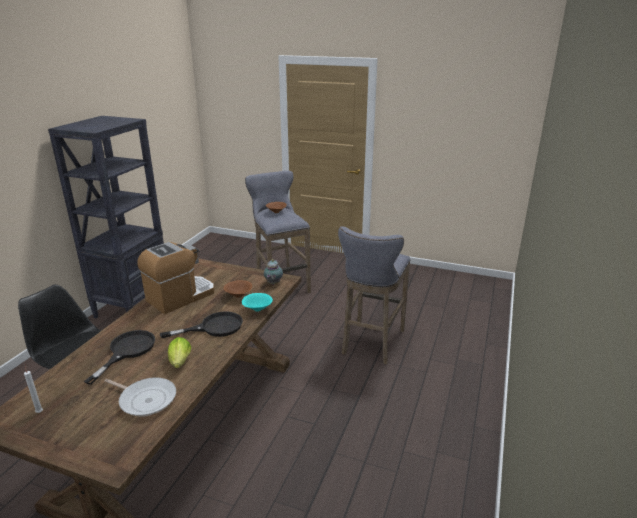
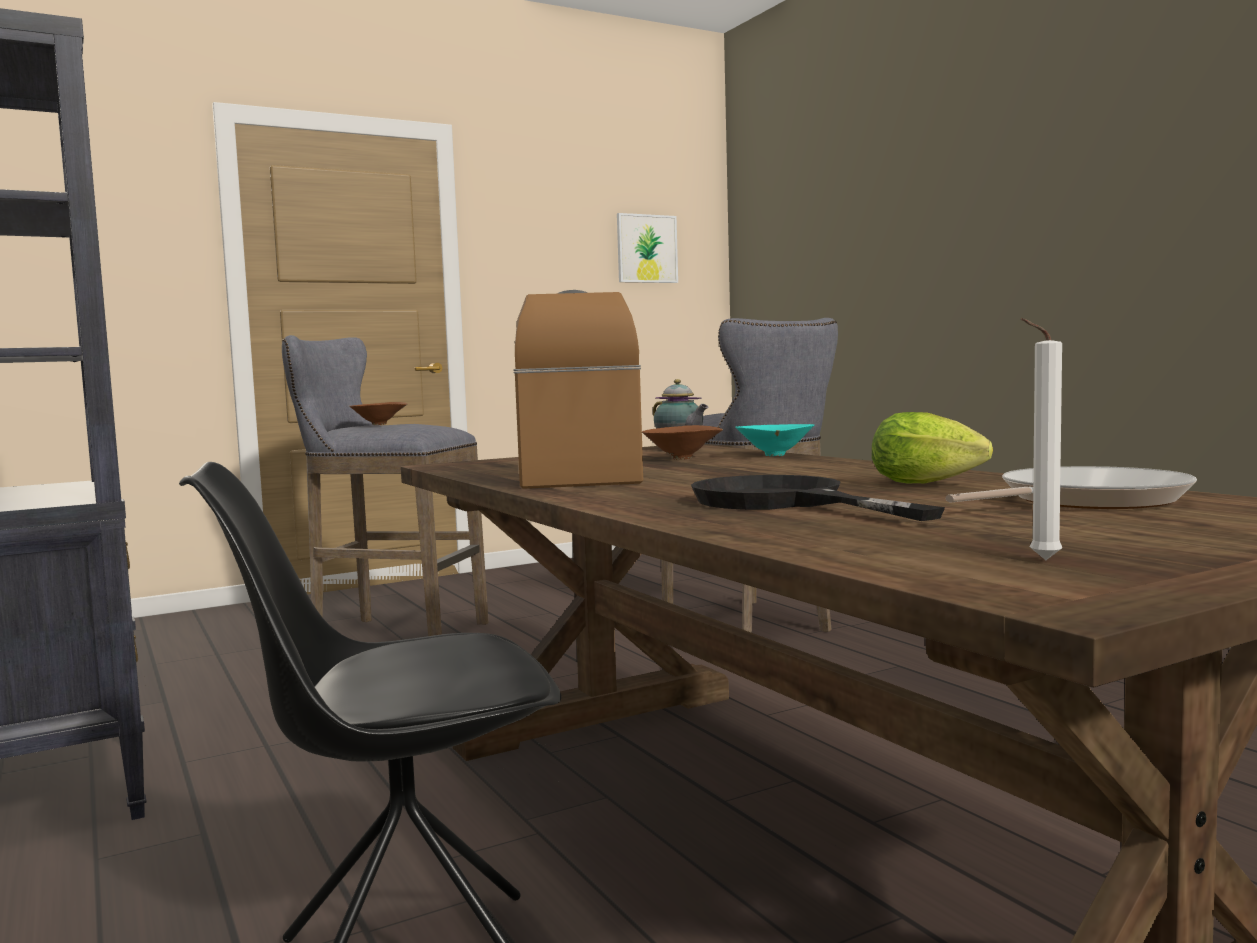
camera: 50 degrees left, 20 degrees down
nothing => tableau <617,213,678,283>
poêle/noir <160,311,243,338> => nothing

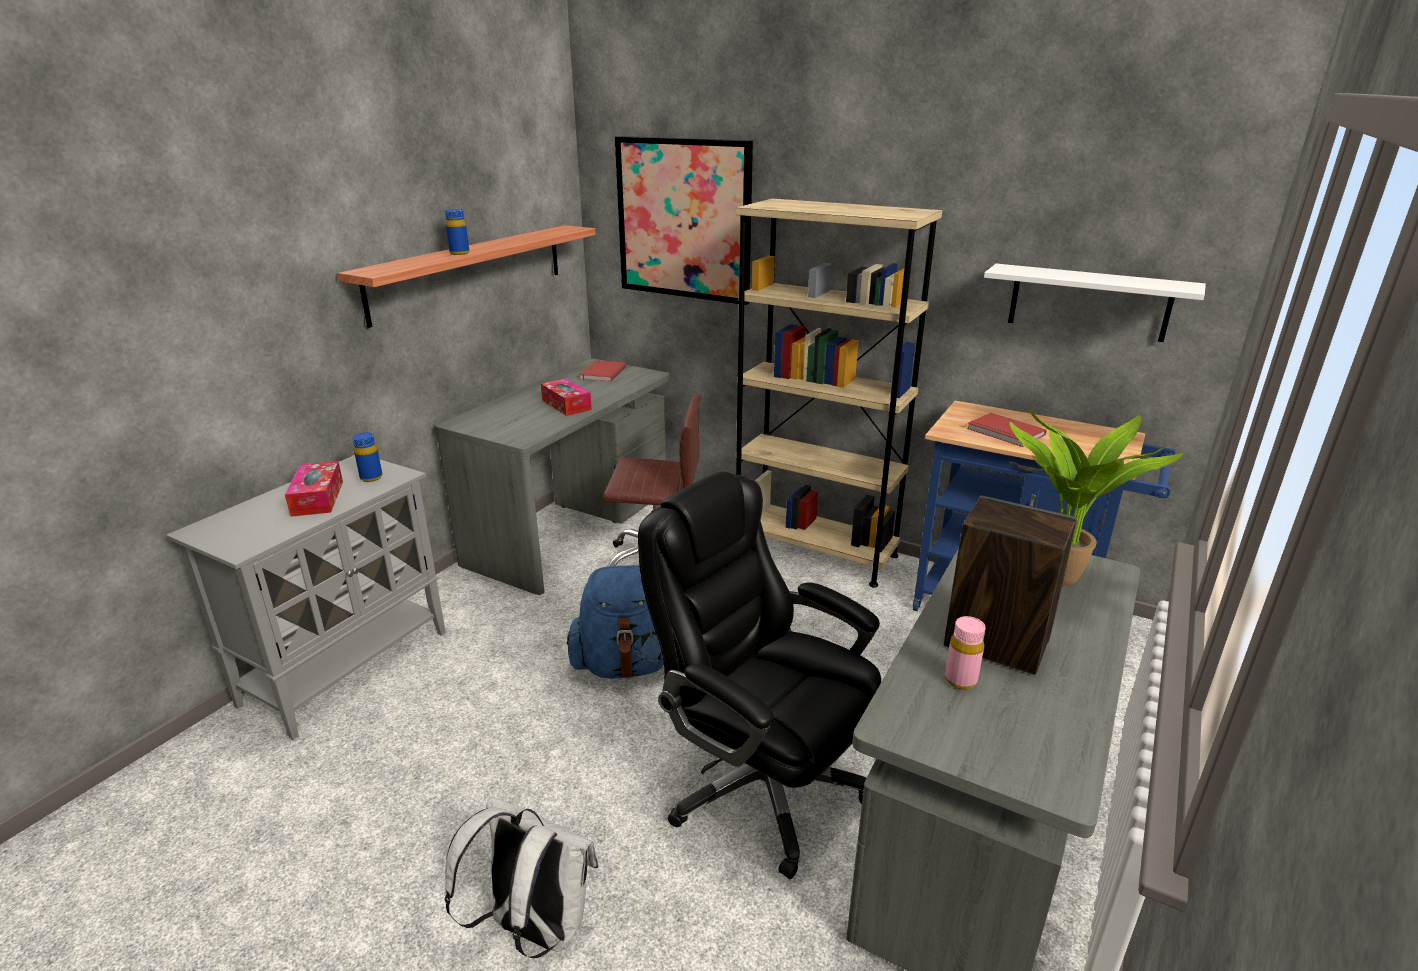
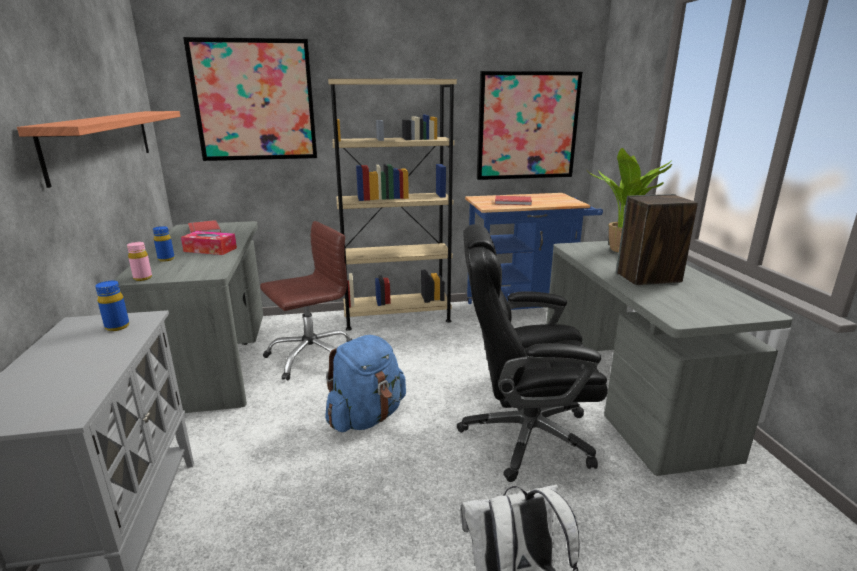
camera: 40 degrees left, 5 degrees down
bouteille/rose <945,616,986,690> => bouteille/rose <127,242,152,281>, move
bouteille/bleu <445,209,469,255> => bouteille/bleu <153,226,175,262>, move
étagère/blanc <984,264,1206,342> => tableau <477,71,583,180>
boîte à mouchoirs <285,461,343,517> => nothing

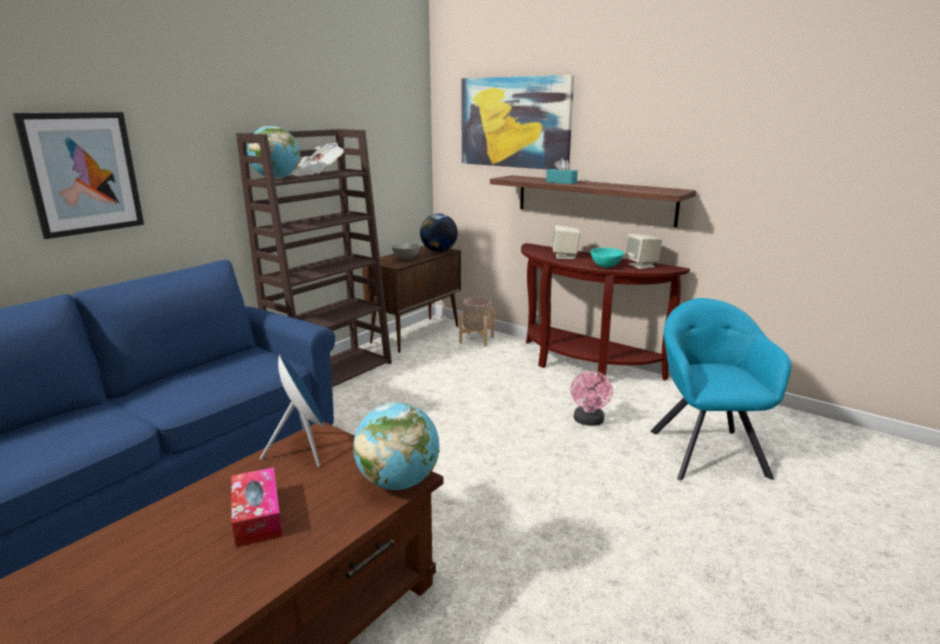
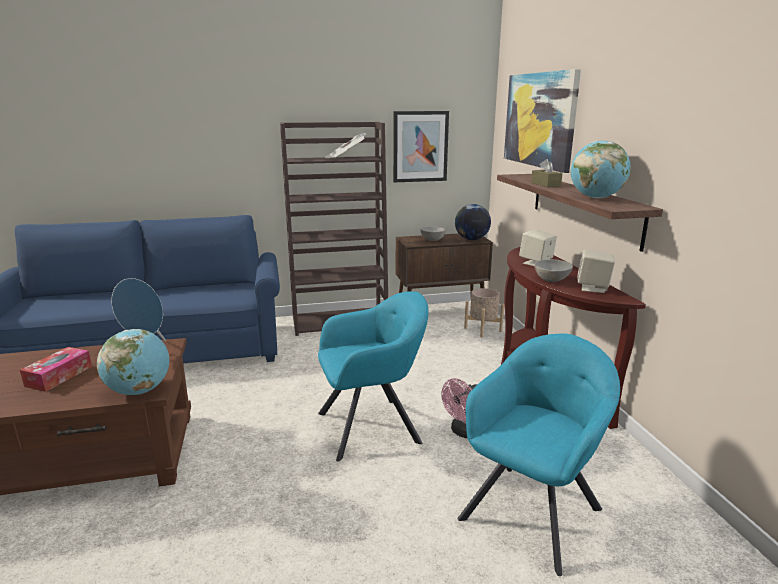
camera: 40 degrees right, 0 degrees up
nothing => fauteuil/turquoise <318,291,429,462>
tableau <13,112,144,239> => tableau <393,111,449,182>, move
boîte à mouchoirs/turquoise <546,158,578,184> => boîte à mouchoirs/marron <531,159,563,187>
bol/turquoise <591,248,624,268> => bol/gris <534,259,573,282>
globe <247,126,300,179> => globe <570,140,631,198>, move

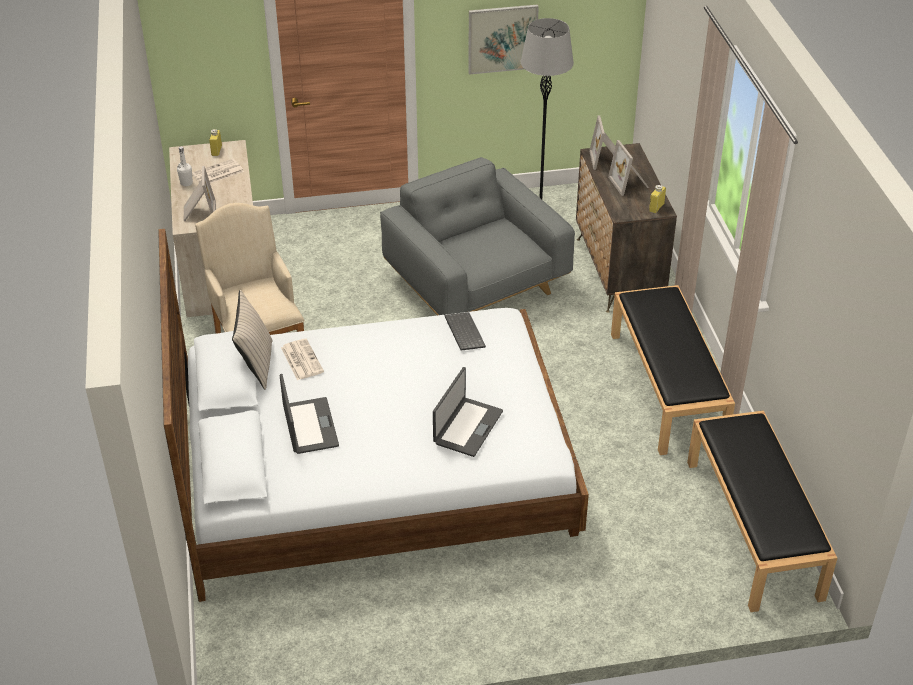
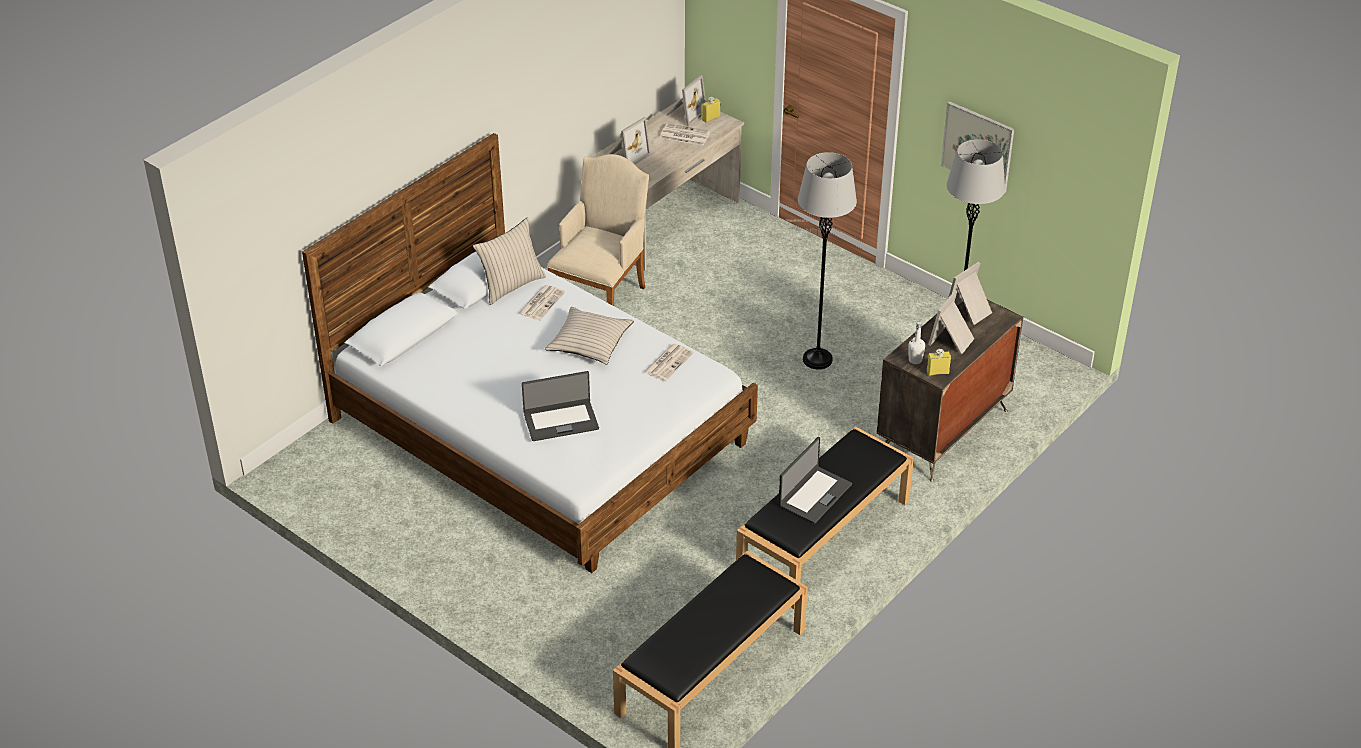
camera: 50 degrees right, 0 degrees up
nothing => coussin/beige <545,307,634,364>
clavier <445,312,486,350> => journal <643,344,694,381>
nothing => cadre photo <667,75,706,127>
ordinateur portable <280,374,339,454> => ordinateur portable <779,437,852,524>, move
fauteuil/gris <380,157,575,315> => lampadaire/gris <798,152,857,370>
bouteille/blanc <177,146,193,186> => bouteille/blanc <909,322,925,364>, move

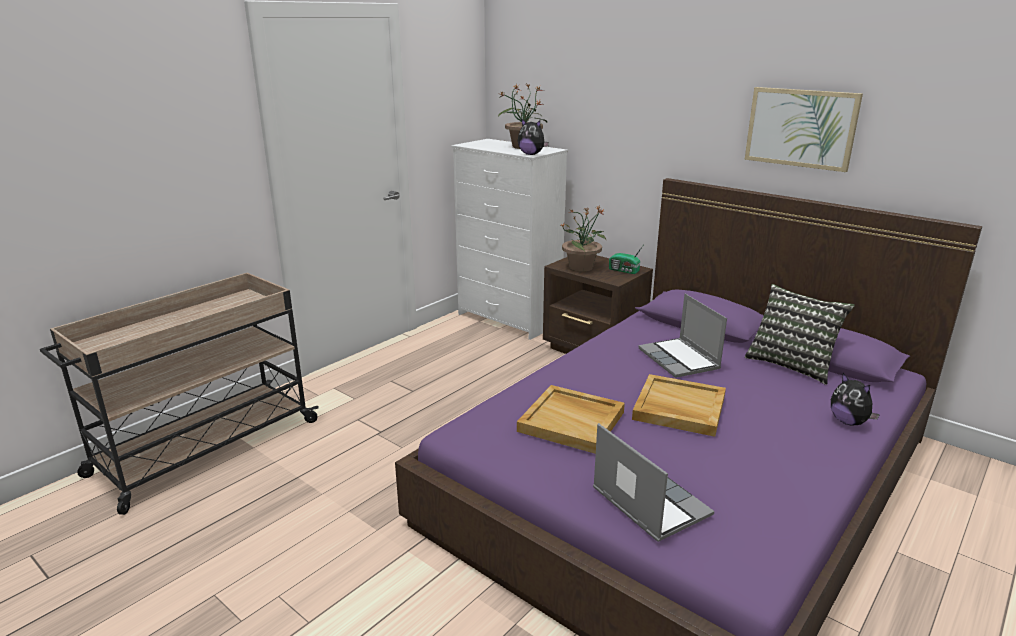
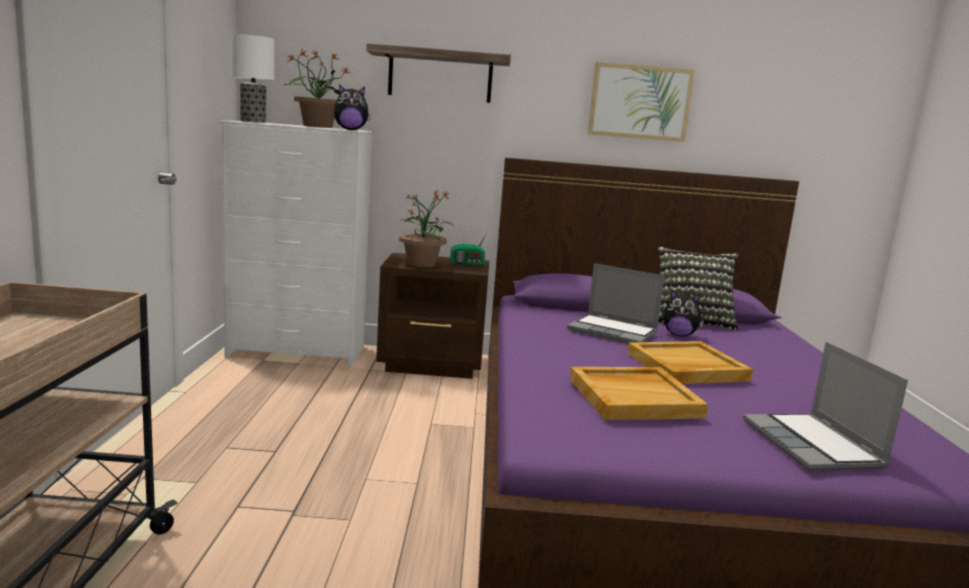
camera: 40 degrees left, 10 degrees down
nothing => lampe de table <231,34,275,123>
nothing => étagère <366,43,511,103>
peluche <831,373,880,425> => peluche <663,290,704,337>, move
ordinateur portable <593,423,714,542> => ordinateur portable <743,342,908,471>, 120 degrees counterclockwise

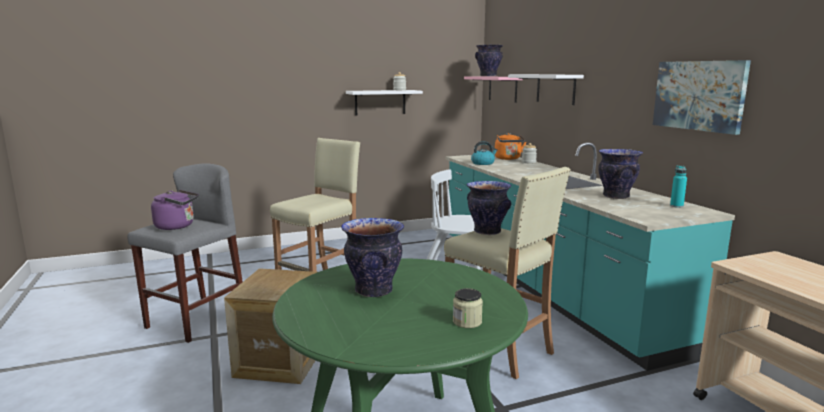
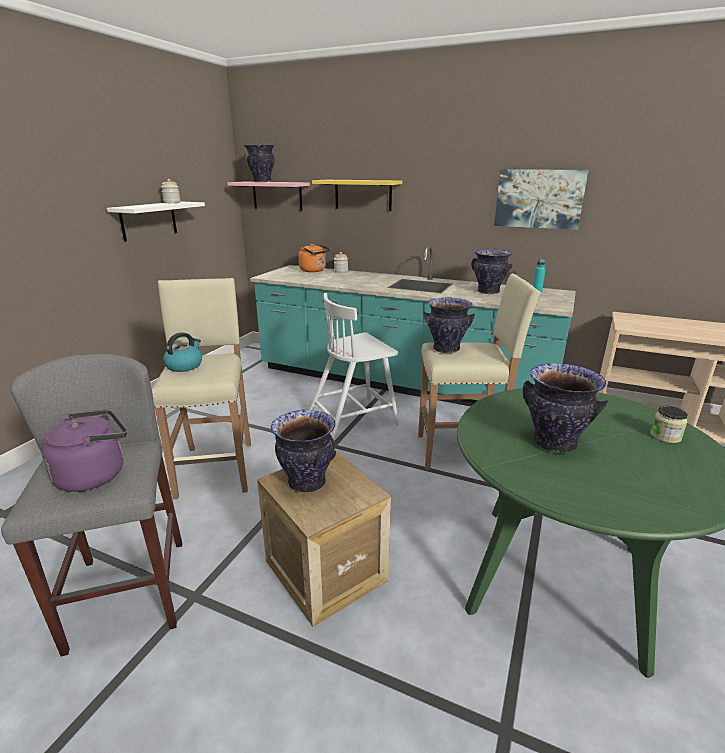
camera: 45 degrees left, 10 degrees up
bouilloire <471,141,498,165> => bouilloire <163,332,202,372>, move
nothing => vase <271,410,336,493>
étagère/blanc <508,74,584,105> => étagère/jaune <312,180,402,211>

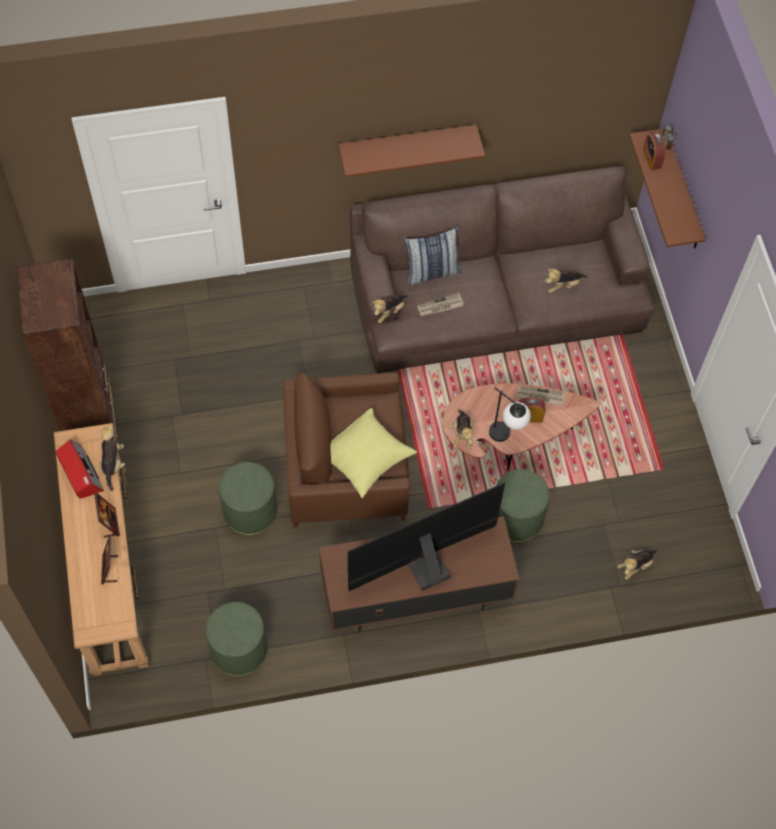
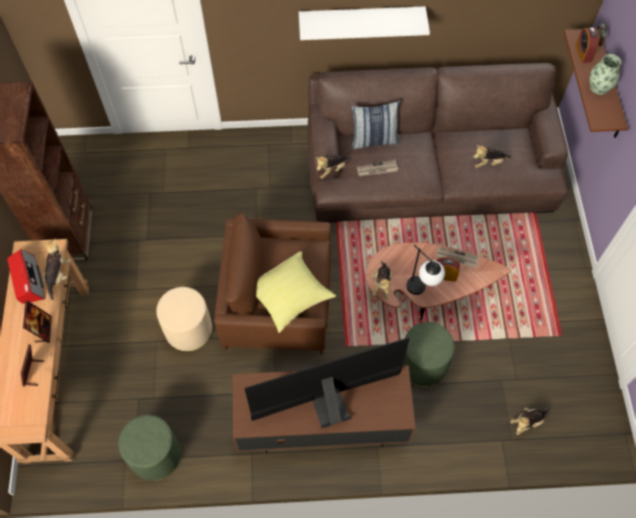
camera: 10 degrees right, 0 degrees up
pouf/vert <219,462,277,535> => pouf/beige <156,287,212,352>
étagère/marron <338,125,485,177> => étagère/blanc <299,6,430,40>
nothing => vase <590,54,621,95>

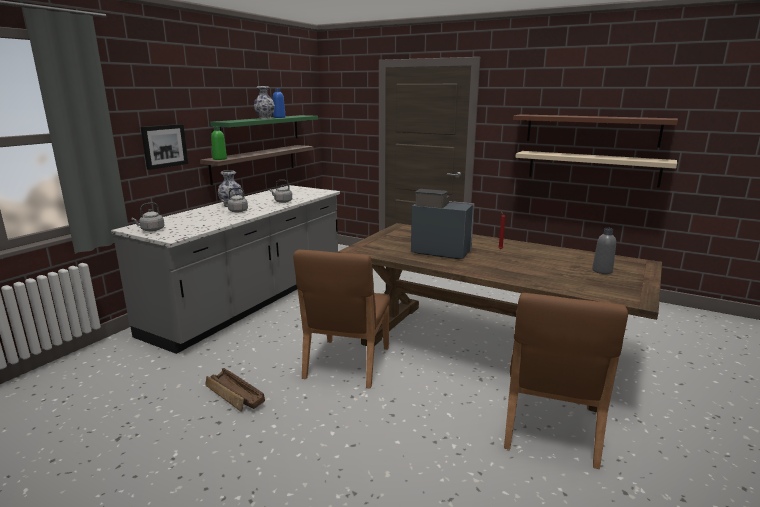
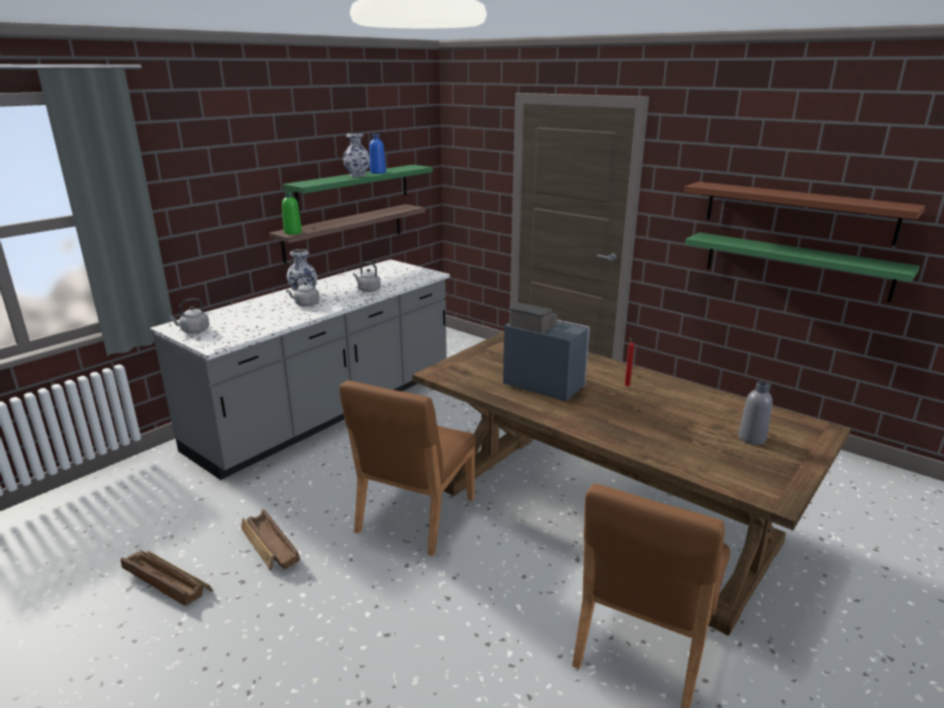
camera: 10 degrees right, 5 degrees up
nothing => caisse <121,551,213,606>
étagère/beige <515,151,677,188> => étagère/vert <685,232,920,303>
tableau <141,124,188,170> => nothing

